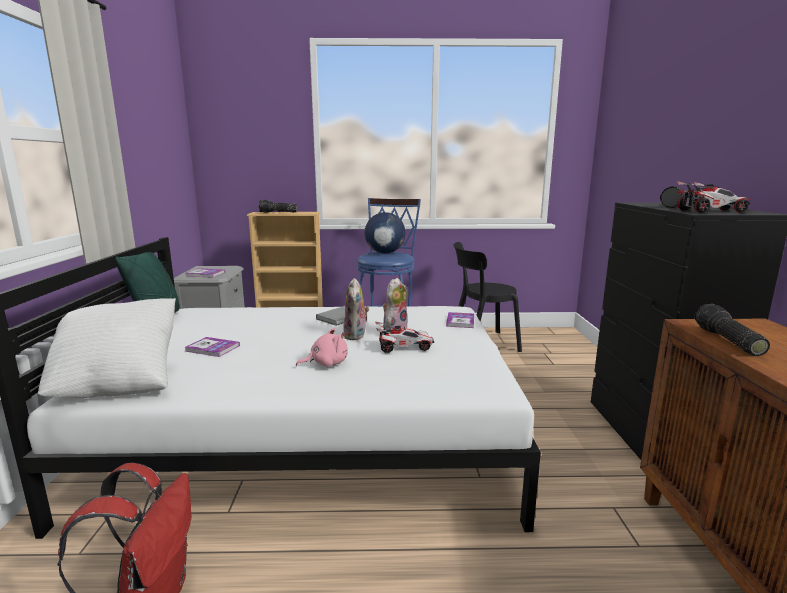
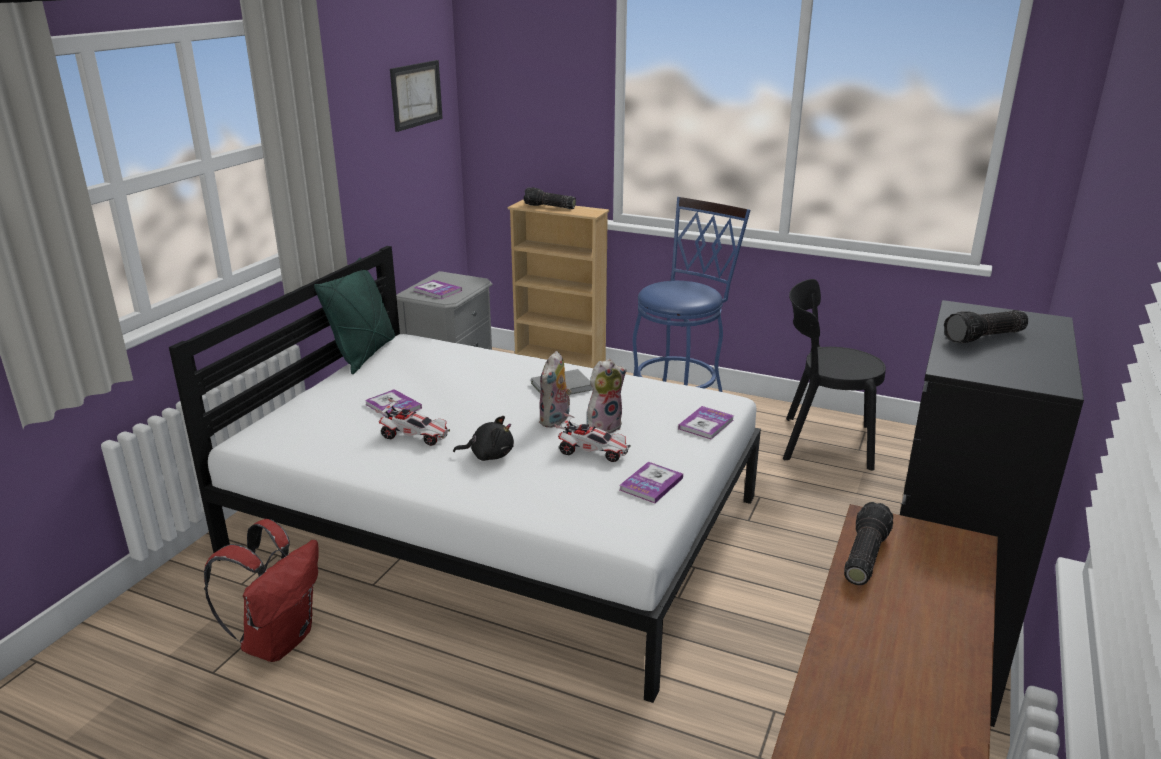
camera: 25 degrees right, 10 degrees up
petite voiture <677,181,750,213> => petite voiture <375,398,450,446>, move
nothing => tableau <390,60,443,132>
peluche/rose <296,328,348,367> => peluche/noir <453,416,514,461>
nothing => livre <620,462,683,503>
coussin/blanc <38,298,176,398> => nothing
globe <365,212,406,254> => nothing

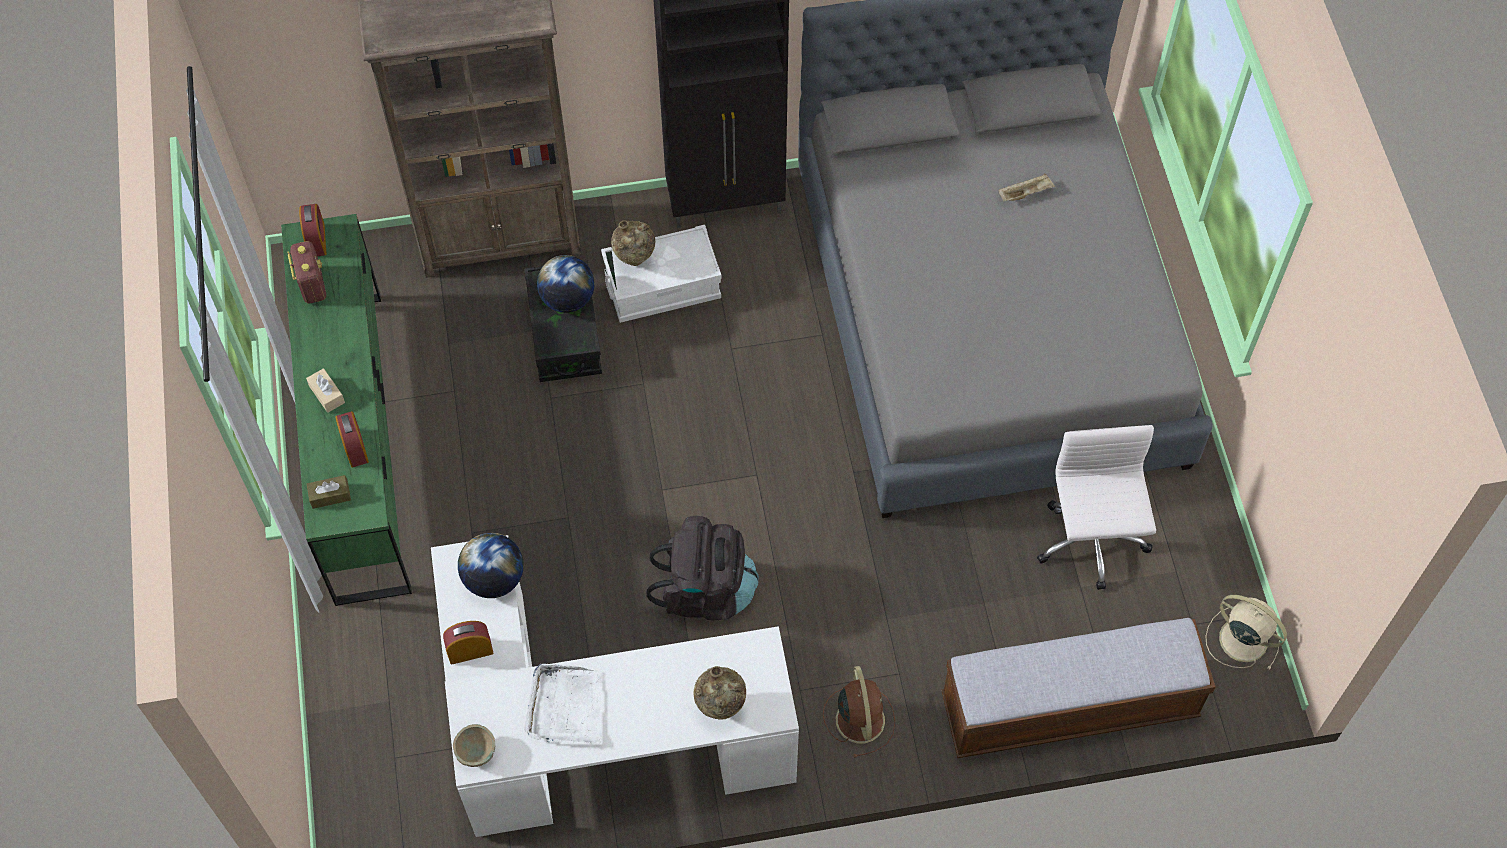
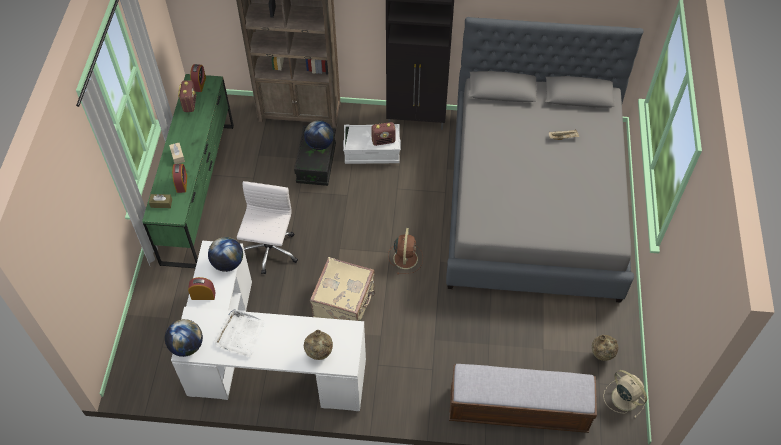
camera: 15 degrees right, 5 degrees down
bol/beige <453,724,495,767> => globe <165,319,203,357>
chaise de bureau/blanc <1037,425,1156,590> => chaise de bureau/blanc <237,181,298,274>, move
sac à dos/noir <646,516,759,620> => valise/beige <310,257,375,321>
nothing => radio <371,122,396,146>
ventilateur/marron <823,666,895,758> => ventilateur/marron <388,228,423,274>, move
vase/beige <611,220,655,266> => vase/beige <592,335,618,361>, move

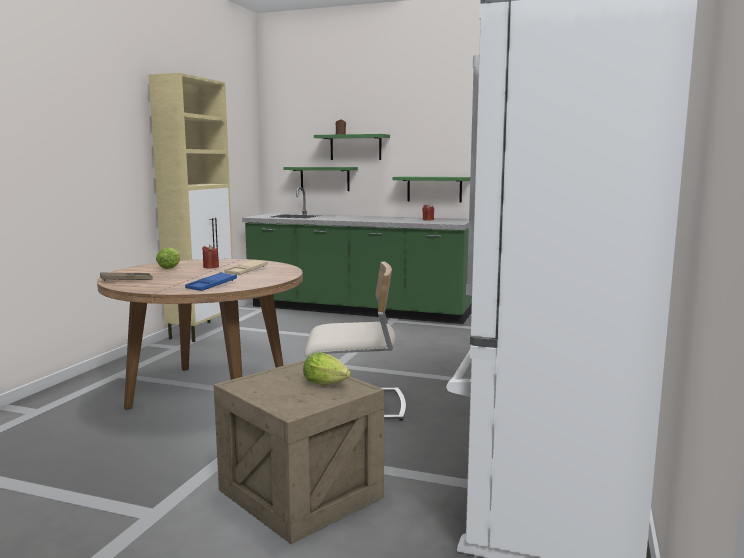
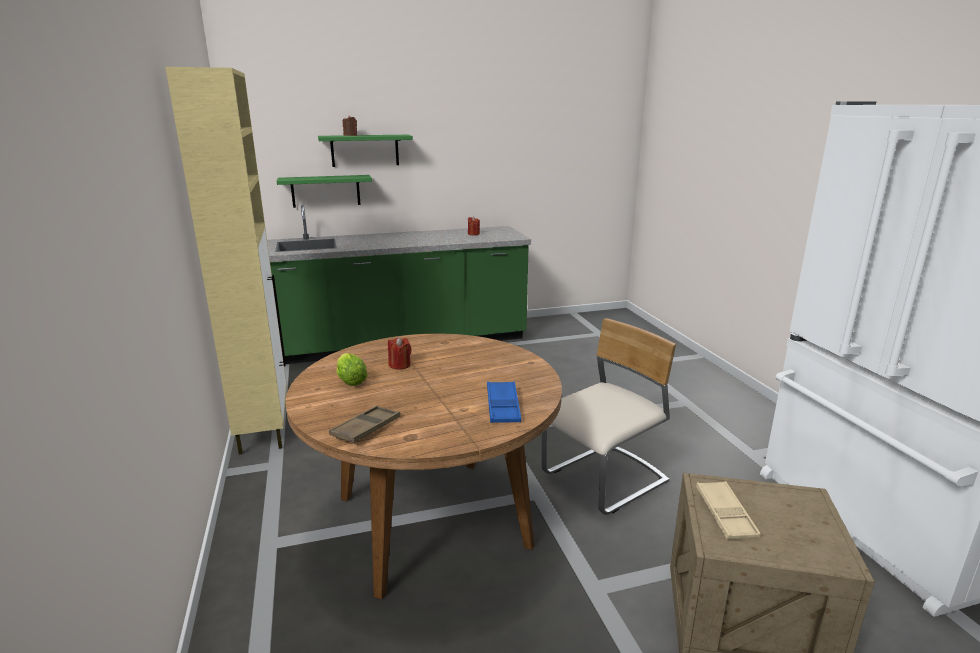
camera: 35 degrees left, 10 degrees up
plateau/beige <224,259,268,275> => plateau/beige <696,481,761,540>, move
laitue <303,352,351,385> => nothing
étagère/vert <393,176,470,202> => nothing

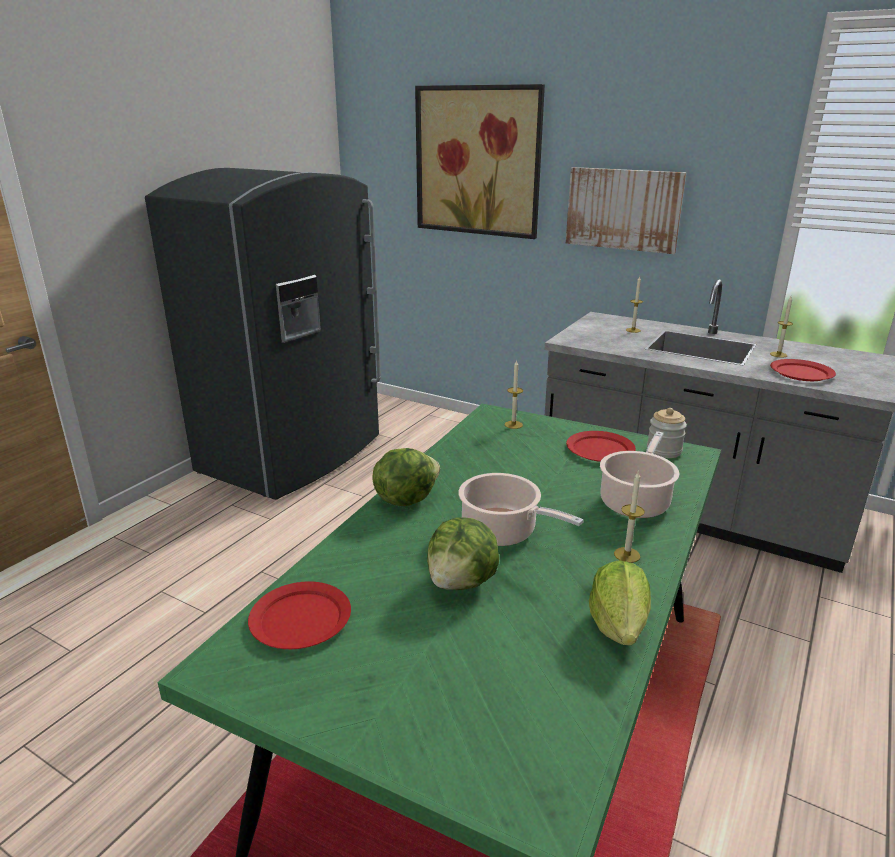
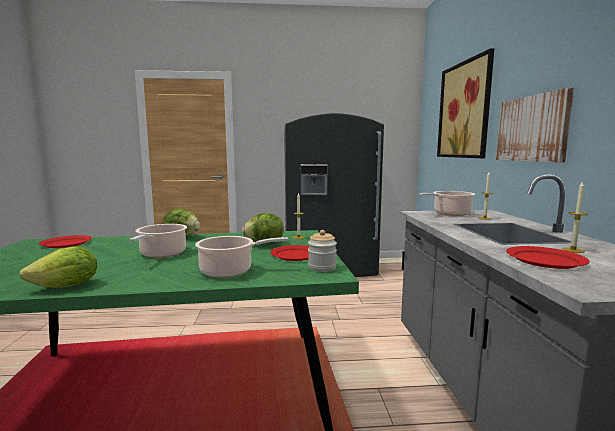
camera: 55 degrees right, 15 degrees down
laitue <427,517,499,590> => laitue <242,213,284,245>, move
nothing => marmite <419,191,475,216>
bougie <614,470,645,563> => nothing

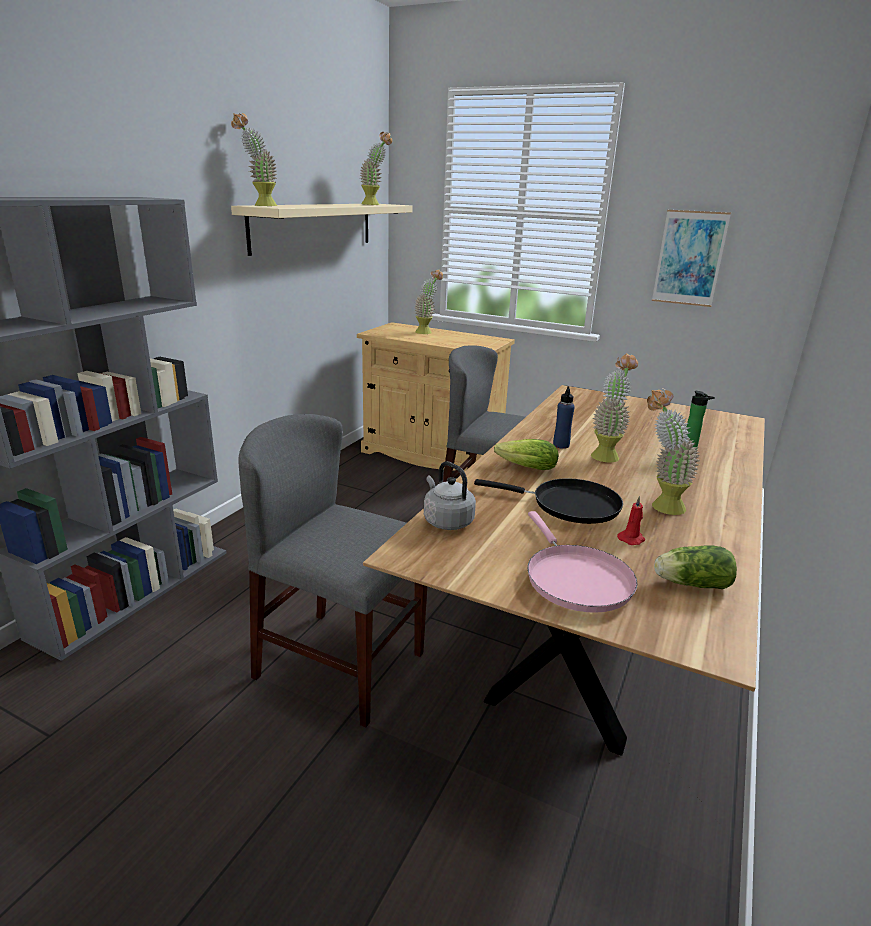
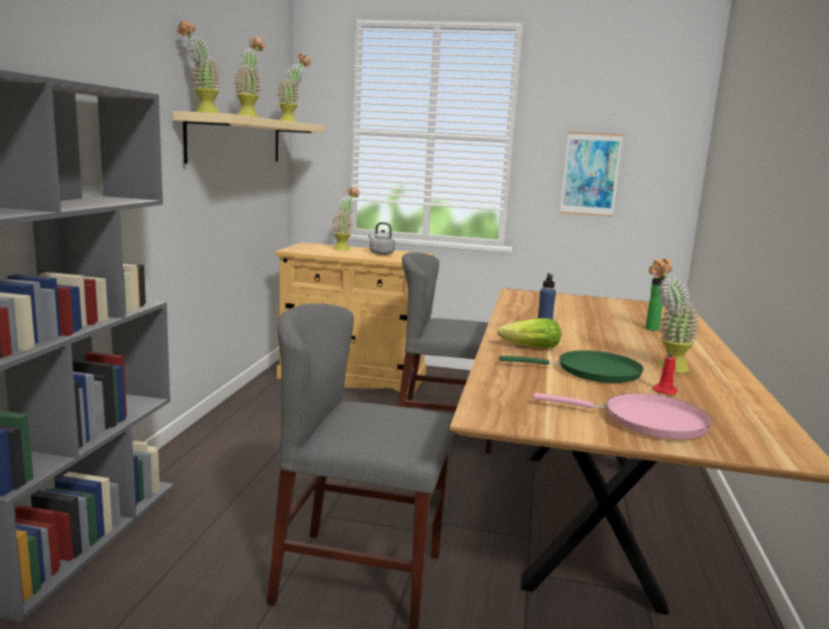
camera: 15 degrees left, 10 degrees down
plante en pot <591,354,638,463> => plante en pot <233,37,266,117>, move
bouilloire/gris <424,461,476,530> => bouilloire/gris <368,222,395,255>, move
poêle/noir <474,478,623,524> => poêle/vert <499,350,644,383>
poêle/rose <527,511,638,613> => poêle/rose <533,393,712,439>, 45 degrees counterclockwise
laitue <654,545,737,589> => nothing

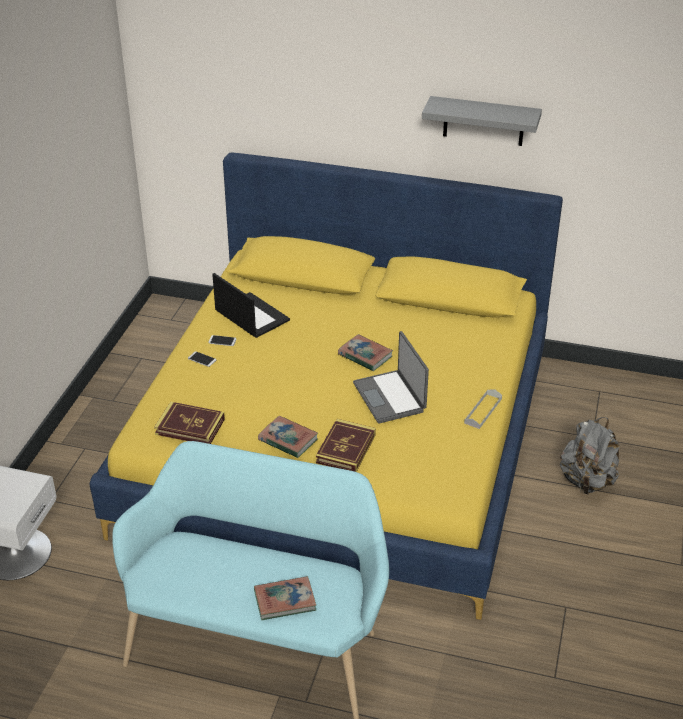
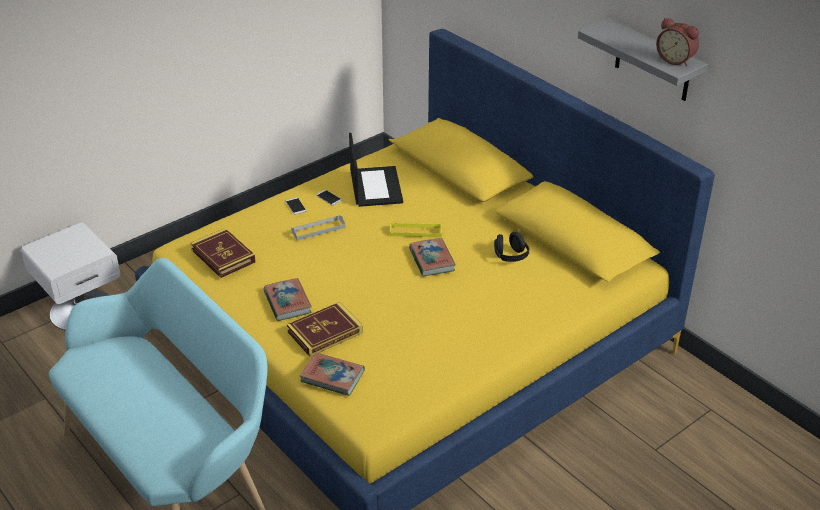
camera: 35 degrees right, 0 degrees up
plateau/gris <464,389,502,429> => plateau/gris <291,215,345,241>, move
livre <254,576,316,620> => livre <300,353,365,396>, move
nothing => plateau/jaune <390,223,442,237>
nothing => casque audio/noir <494,232,530,262>
nothing => réveil <656,18,699,66>
ordinateur portable <353,331,429,423> => nothing
sac à dos/gris <560,417,619,494> => nothing

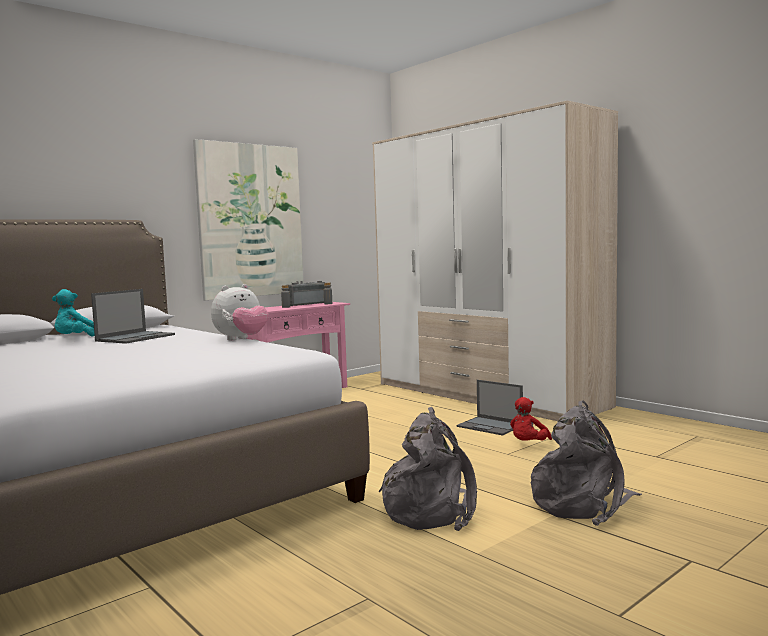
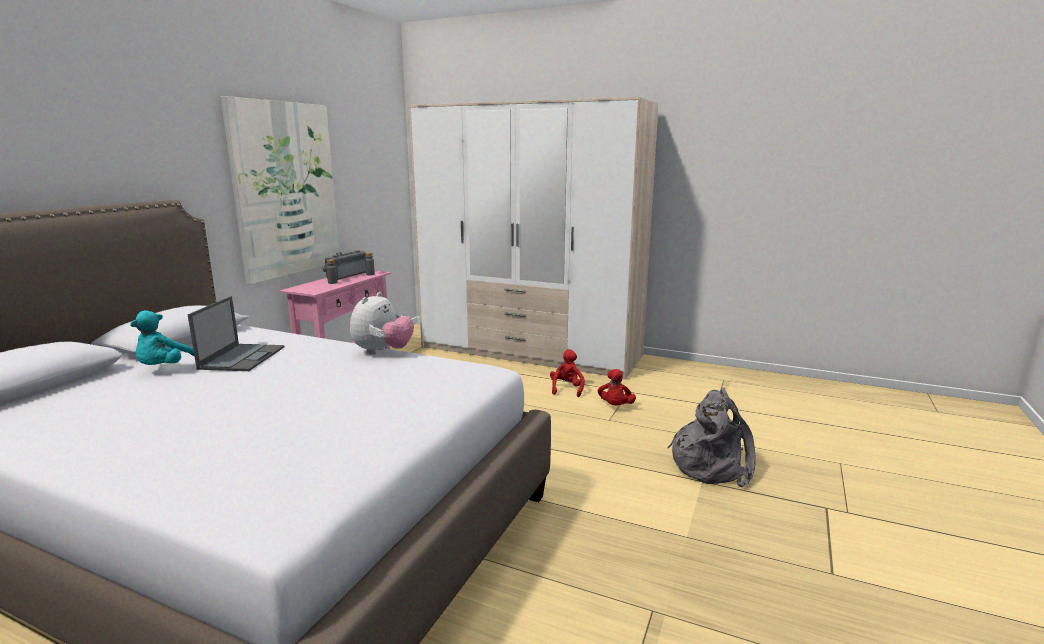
camera: 25 degrees left, 10 degrees up
ordinateur portable <457,380,523,435> => peluche/rouge <550,349,585,397>
sac à dos/gris <379,407,478,531> => nothing

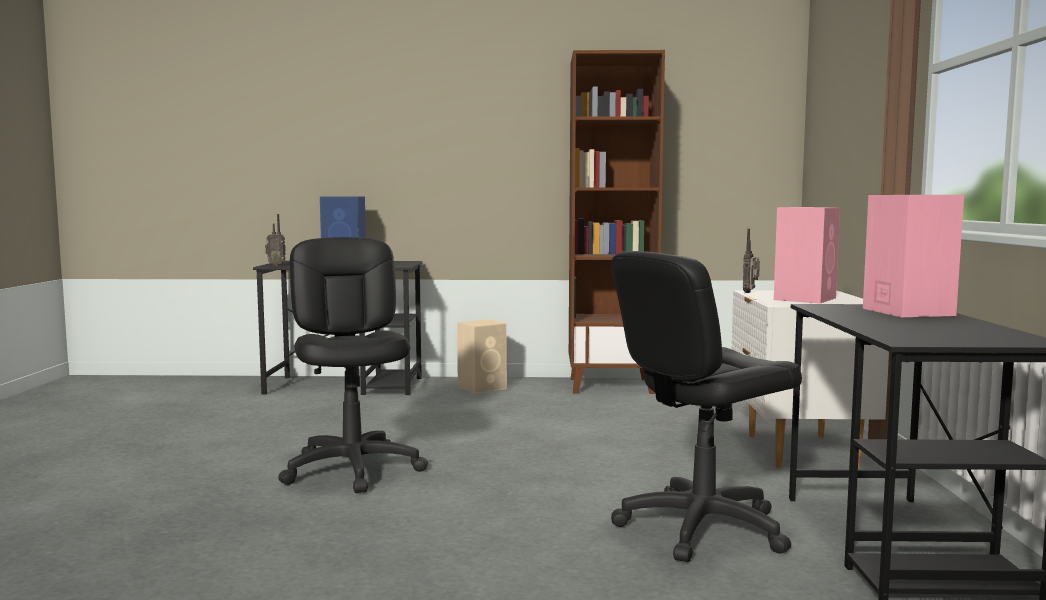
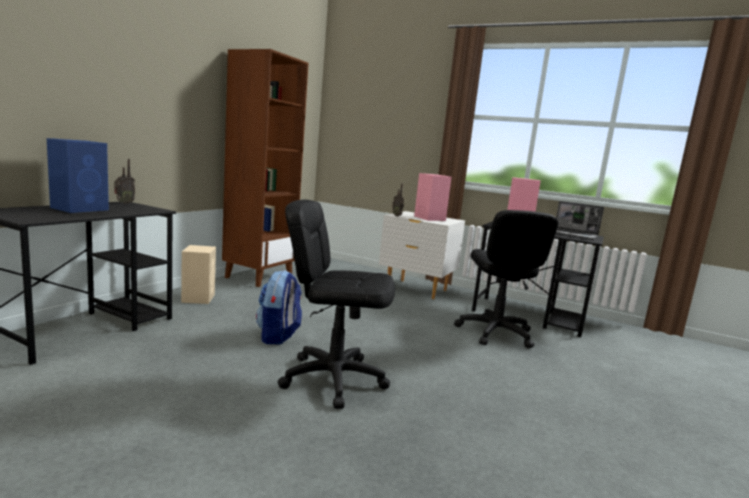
camera: 65 degrees left, 5 degrees up
radio <265,214,286,266> => radio <114,159,135,204>, move
nothing => sac à dos <256,270,302,345>
nothing => ordinateur portable <556,201,604,239>

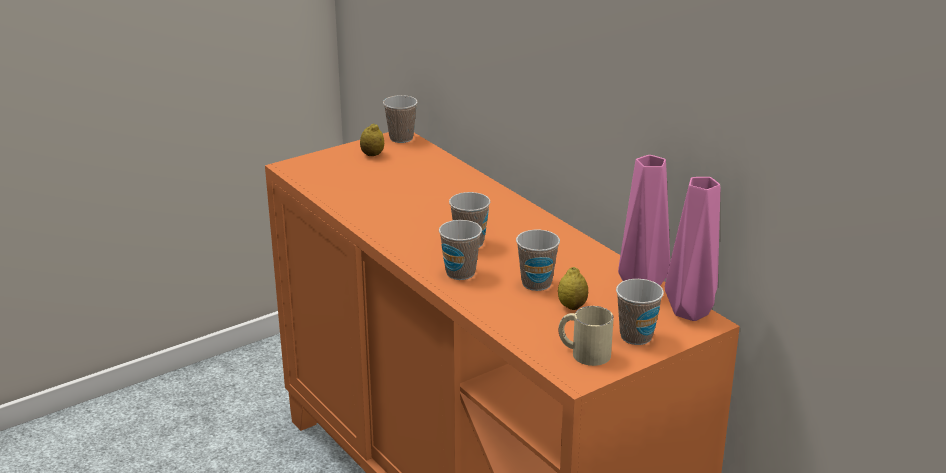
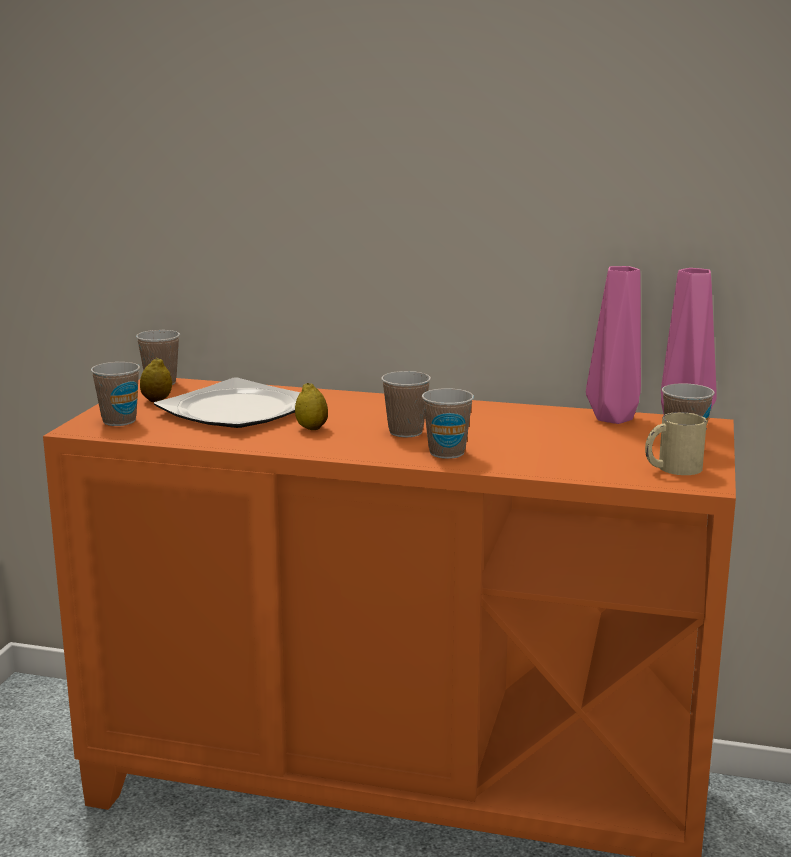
camera: 40 degrees left, 10 degrees down
tasse <516,230,560,291> => tasse <91,362,140,426>, move
nothing => assiette <154,377,300,428>
citron <558,267,588,310> => citron <295,383,328,430>, move

